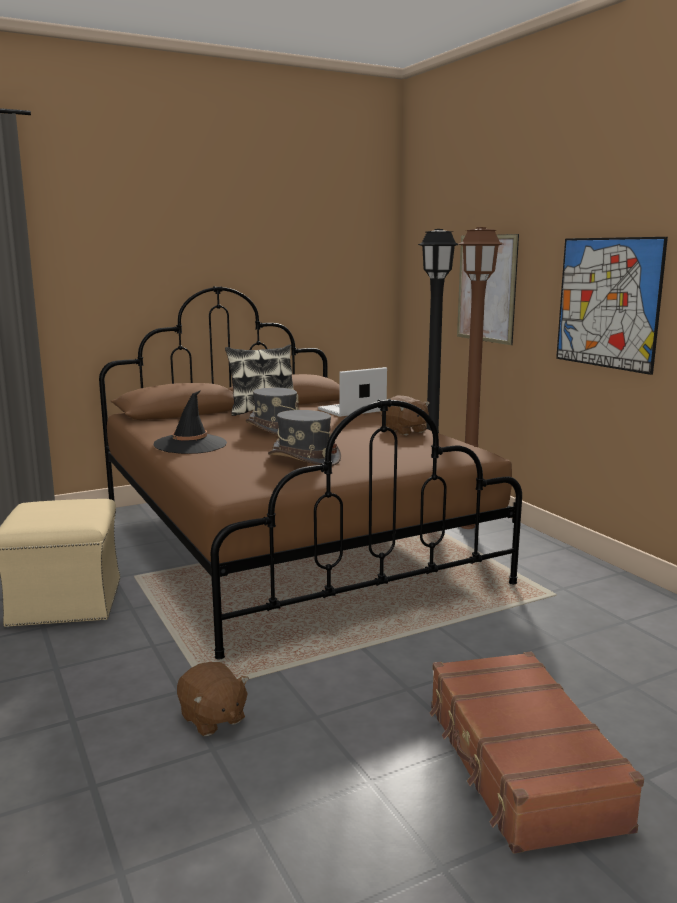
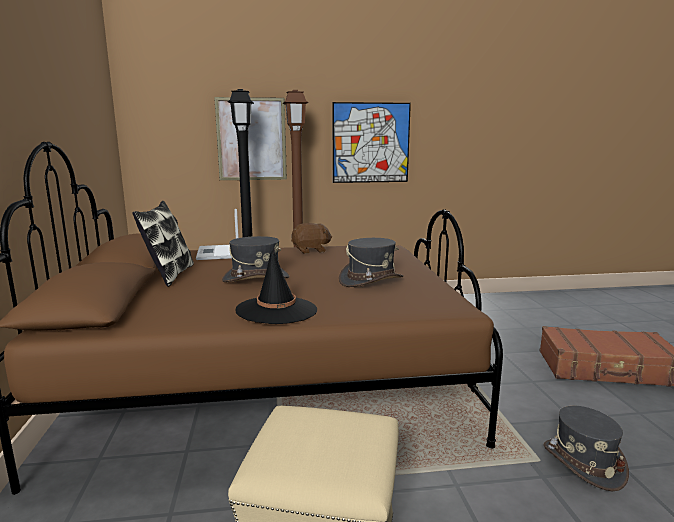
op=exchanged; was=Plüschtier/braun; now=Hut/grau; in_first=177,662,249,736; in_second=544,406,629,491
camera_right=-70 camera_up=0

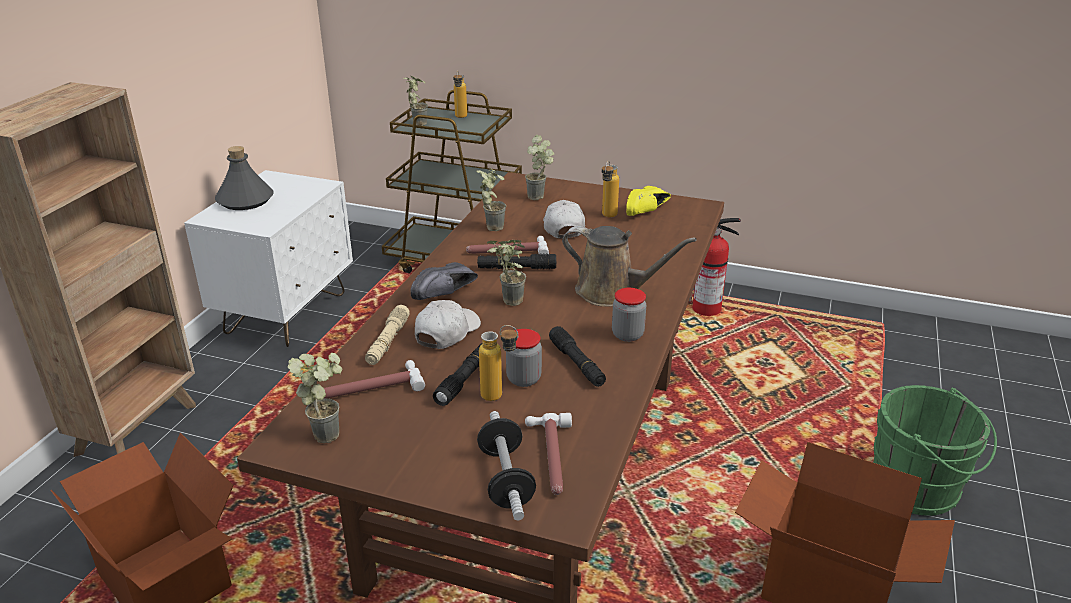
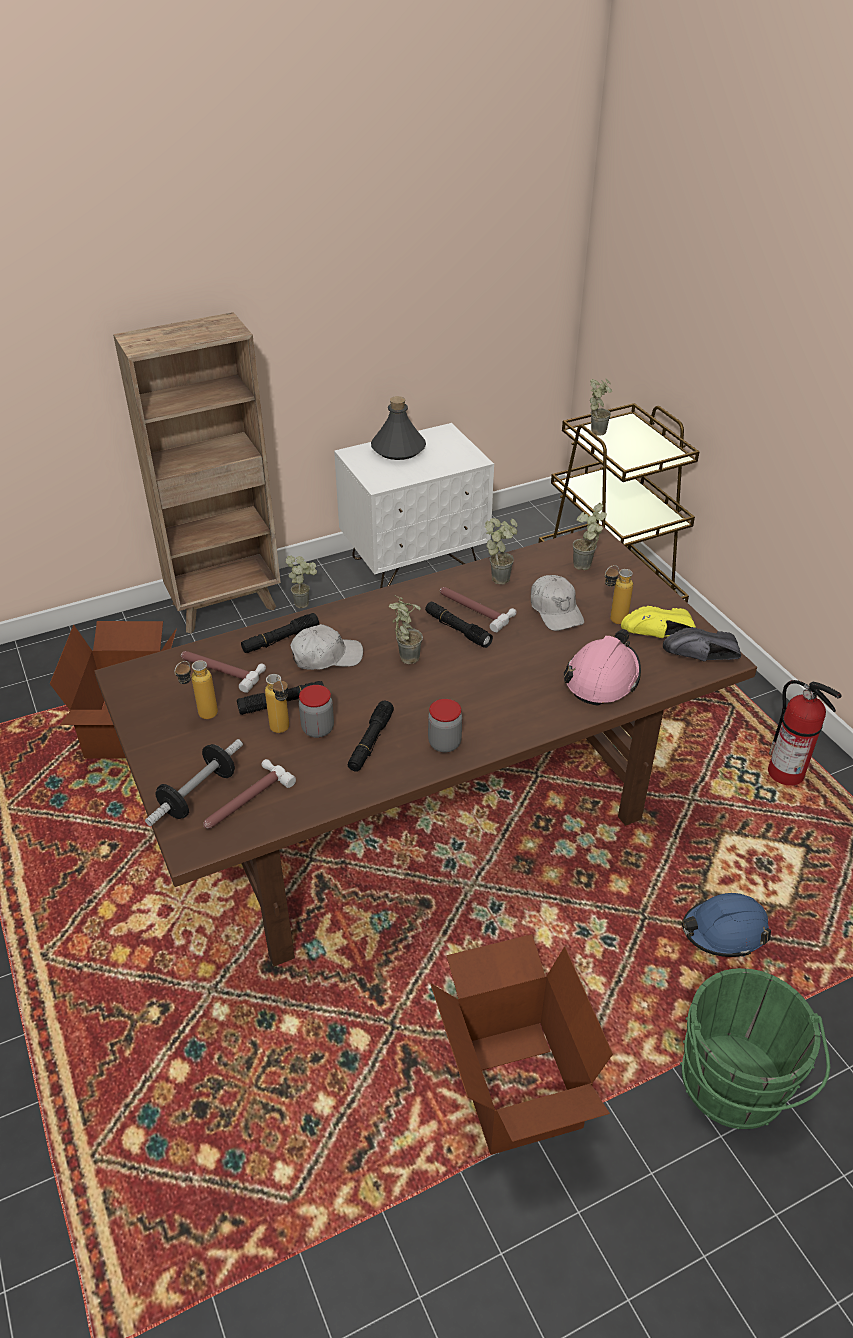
op=relocated; was=Topfpflanze; in_first=288,353,342,443; in_second=286,556,317,608
op=colour; was=Taschenlampe/beige; now=Taschenlampe/schwarz; in_first=365,305,410,365; in_second=241,613,319,653
op=relocated; was=Schuh/schwarz; in_first=410,262,478,300; in_second=663,627,741,662
op=relocated; was=Flasche; in_first=453,70,467,118; in_second=175,660,218,719
op=spun; was=Kappe/weiß; in_first=543,200,585,238; in_second=531,575,584,631; clockwise=120
op=missing; was=Gießkanne/braun; in_first=562,226,697,307
op=appeared; now=Schutzhelm/rosa; in_second=564,629,641,706
op=appeared; now=Schutzhelm/blau; in_second=682,893,771,957
camera_right=45 camera_up=10

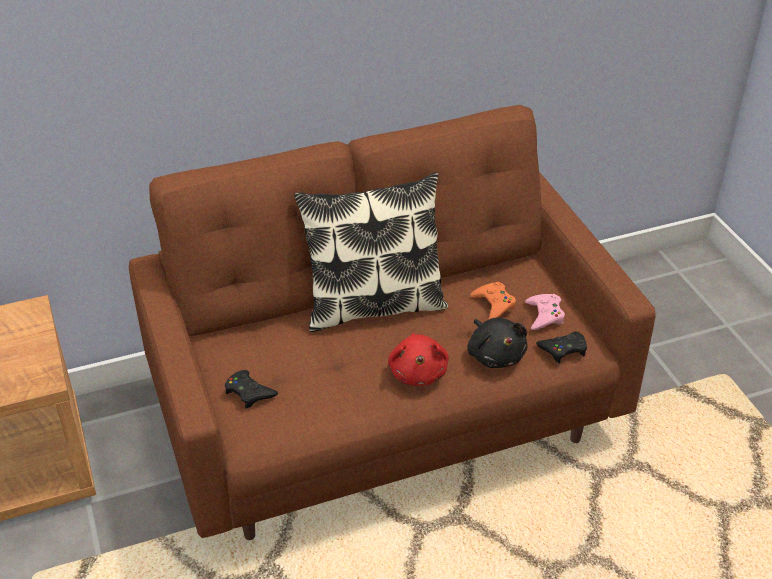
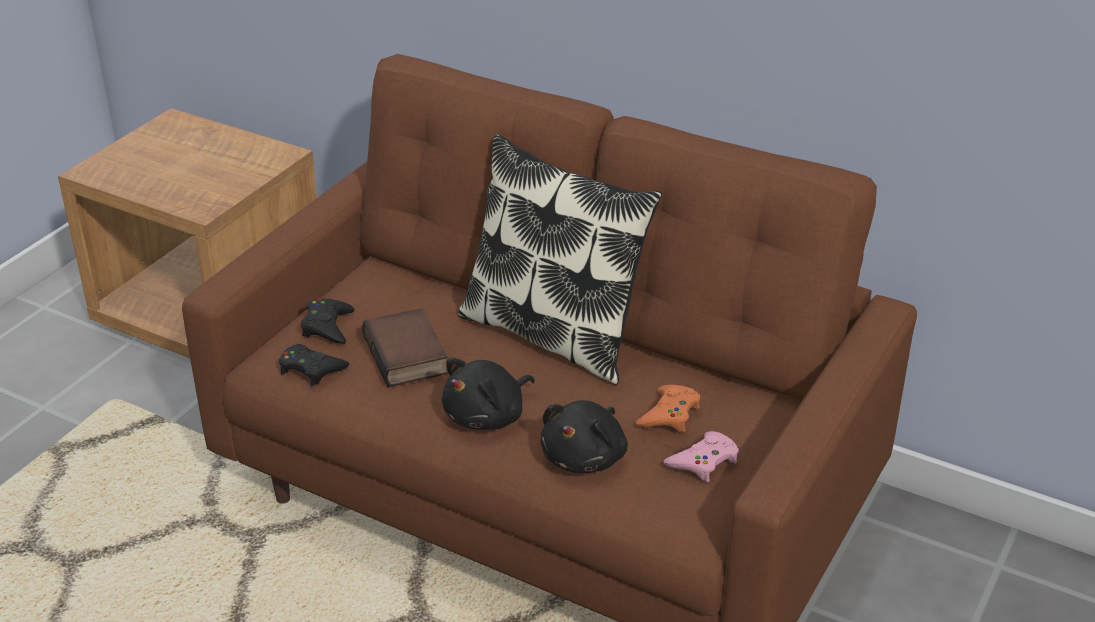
op=colour; was=Plüschtier/rot; now=Plüschtier/schwarz; in_first=388,333,449,386; in_second=442,358,535,430
op=relocated; was=Gamepad/schwarz; in_first=536,331,587,363; in_second=279,344,349,386
op=appeared; now=Buch; in_second=362,308,449,388
camera_right=50 camera_up=-5

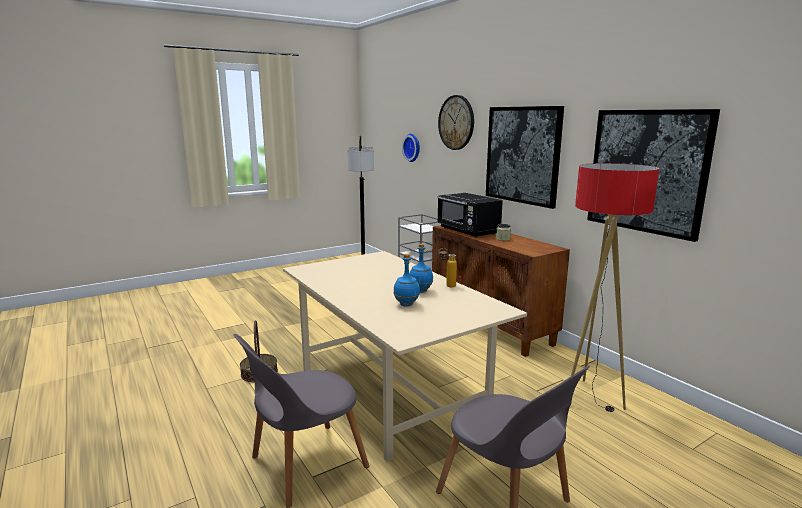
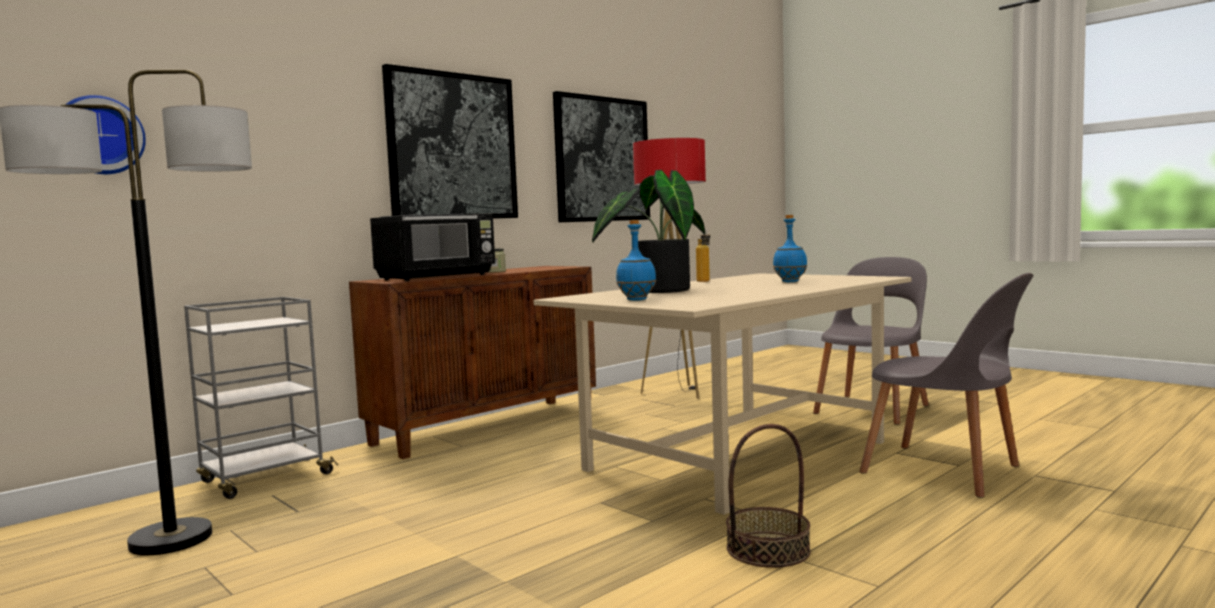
op=relocated; was=Flasche/blau; in_first=409,244,433,293; in_second=616,220,656,301
op=missing; was=Wanduhr; in_first=438,95,474,150
op=appeared; now=Topfpflanze; in_second=592,170,706,293
camera_right=-100 camera_up=-10

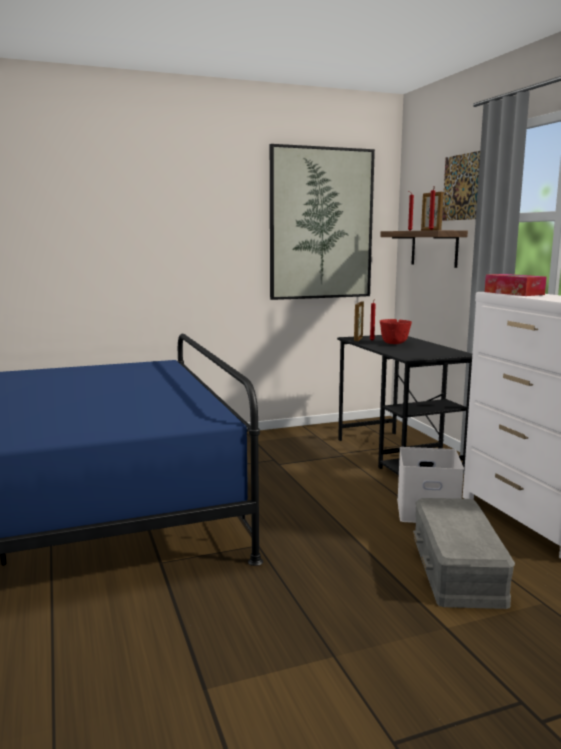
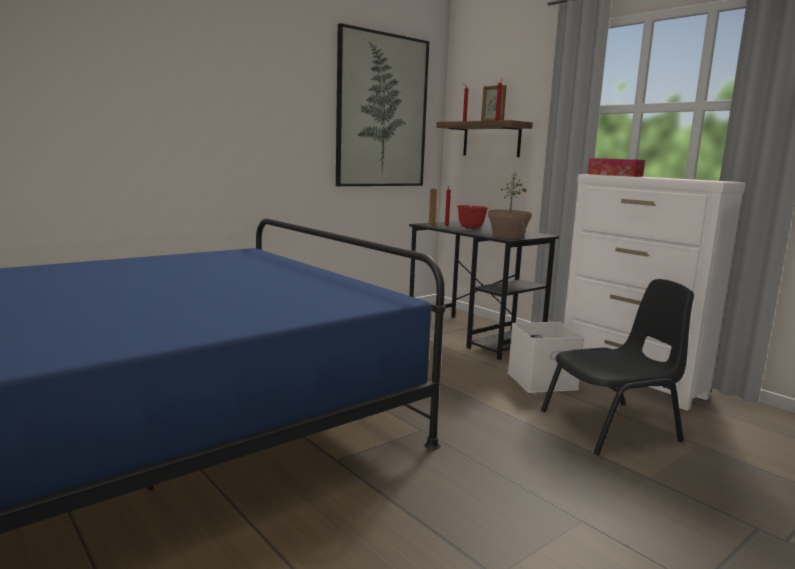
op=exchanged; was=Aufbewahrungsbox/grau; now=Stuhl/schwarz; in_first=413,498,515,609; in_second=541,279,694,455
op=missing; was=Bild; in_first=442,151,480,221
op=appeared; now=Topfpflanze; in_second=488,172,532,239
camera_right=-20 camera_up=0

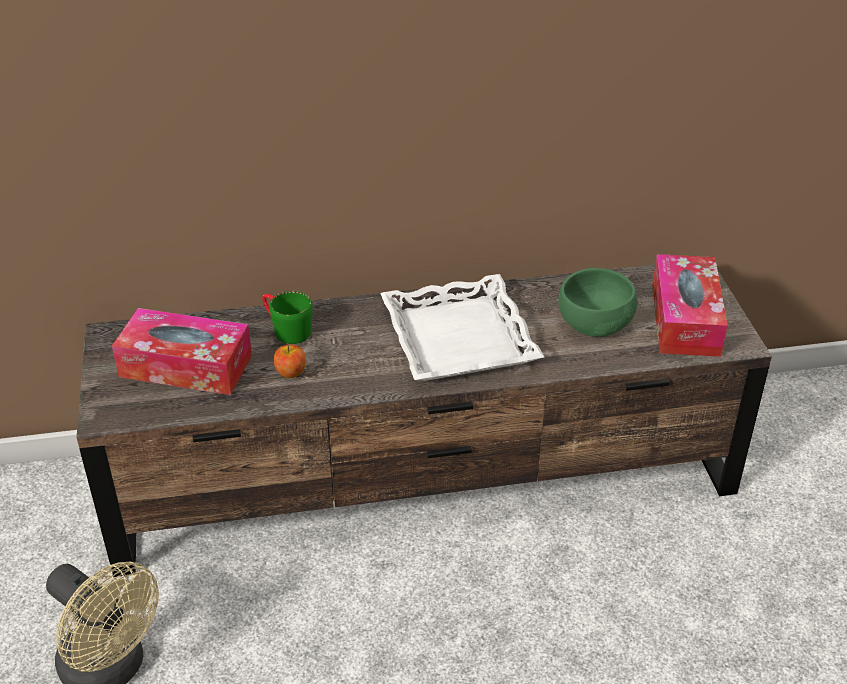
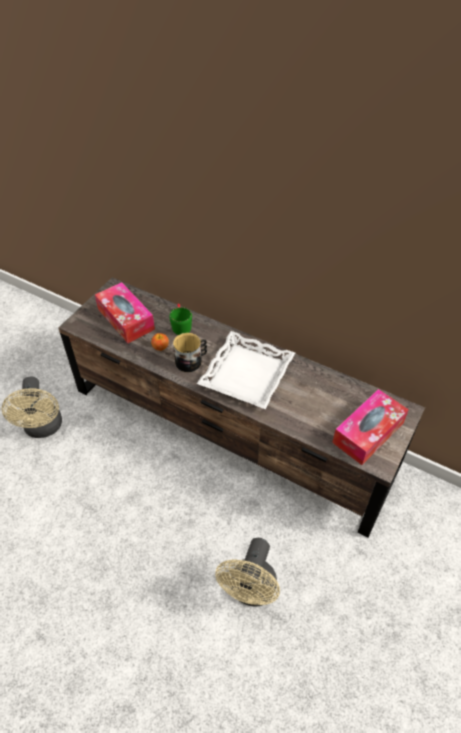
op=missing; was=Schüssel/grün; in_first=558,268,637,337
op=appeared; now=Henkelbecher; in_second=173,333,207,372
op=appeared; now=Ventilator/beige; in_second=215,538,280,606
camera_right=40 camera_up=10

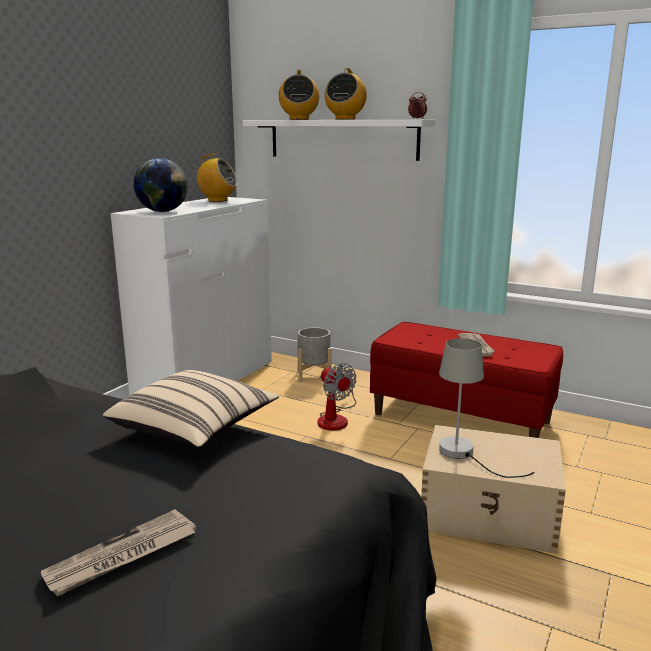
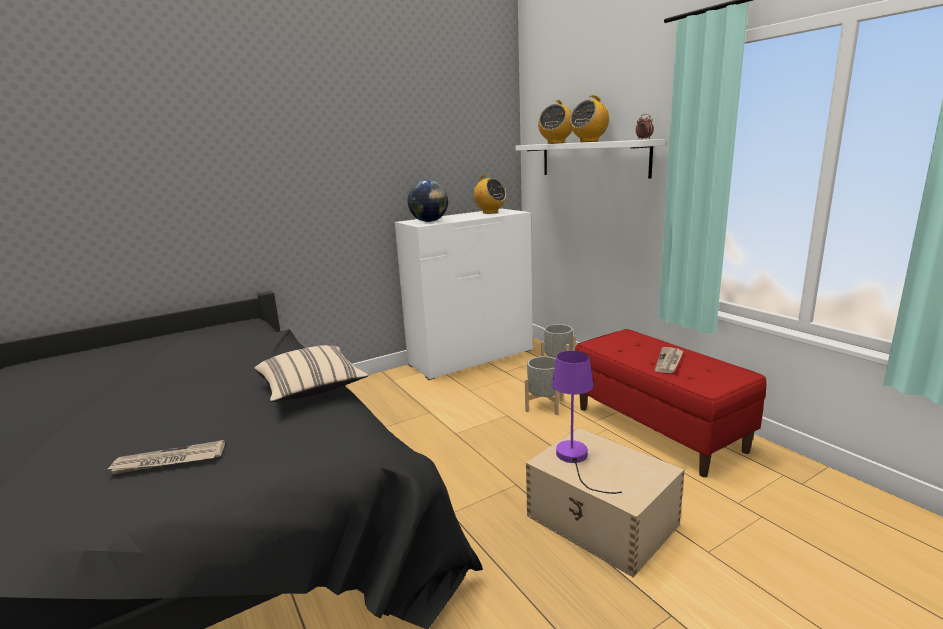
op=exchanged; was=Ventilator; now=Pflanzkübel/grau; in_first=318,363,356,431; in_second=525,356,563,415
op=colour; was=Tischlampe/grau; now=Tischlampe/lila; in_first=439,338,535,478; in_second=552,351,622,494
camera_right=30 camera_up=0

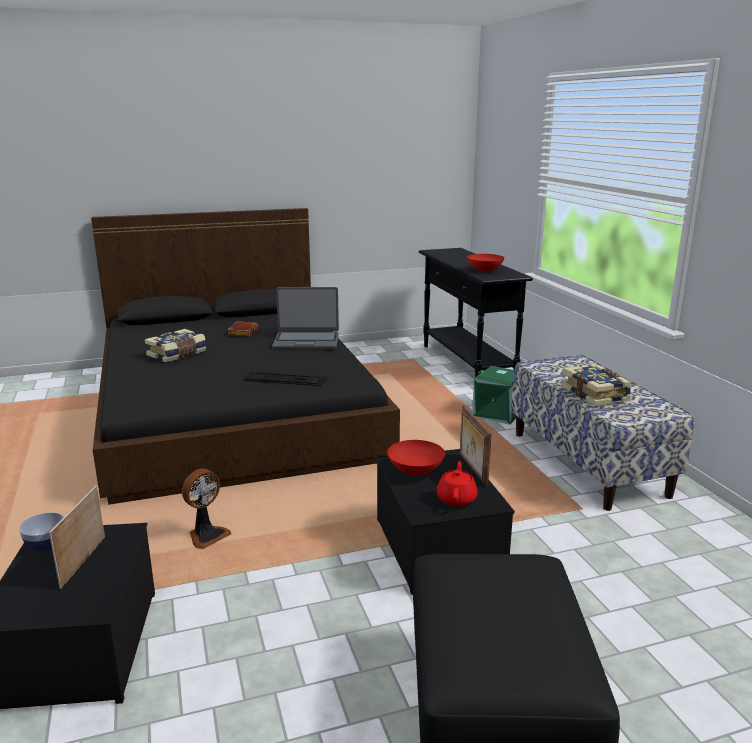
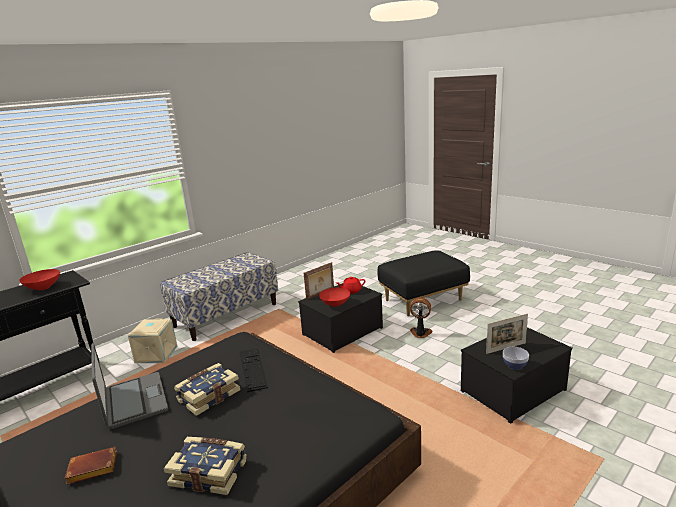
op=relocated; was=Ventilator; in_first=182,469,231,549; in_second=410,298,433,338
op=colour; was=Aufbewahrungsbox/grün; now=Aufbewahrungsbox/beige; in_first=472,366,516,425; in_second=128,318,177,363
op=relocated; was=Buch; in_first=561,364,632,407; in_second=174,363,241,416
camera_right=-115 camera_up=0

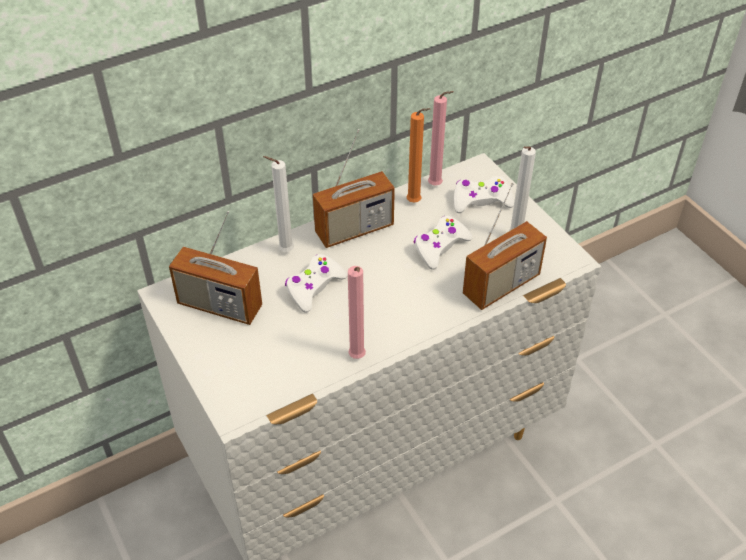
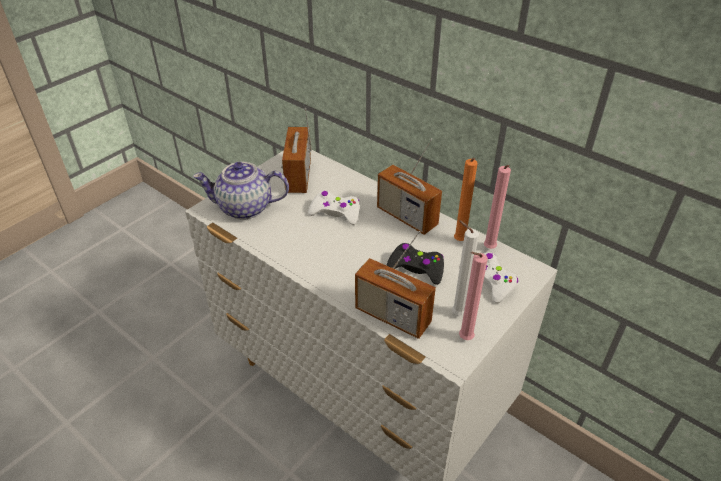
op=missing; was=Kerze/weiß; in_first=263,156,294,252
op=relocated; was=Kerze/rosa; in_first=348,266,366,359; in_second=459,252,488,340
op=colour; was=Gamepad/weiß; now=Gamepad/schwarz; in_first=414,216,473,270; in_second=386,243,444,285
op=appeared; now=Teekanne; in_second=193,162,289,220
camera_right=70 camera_up=-5

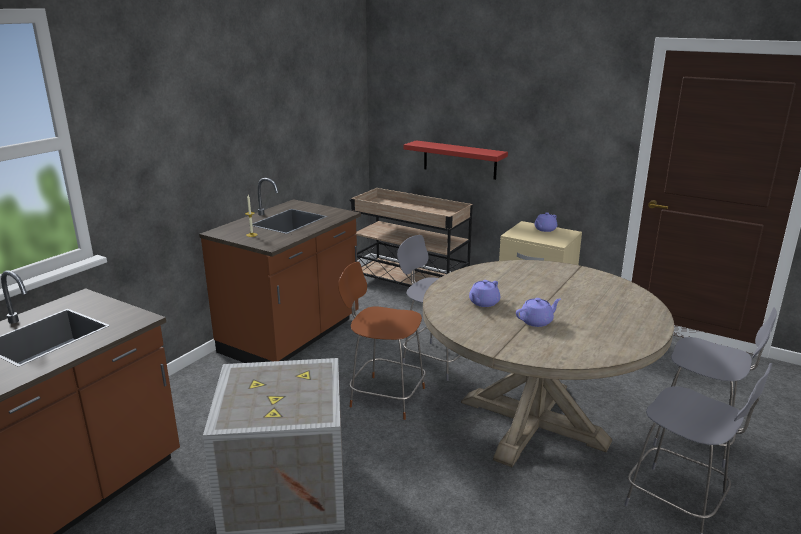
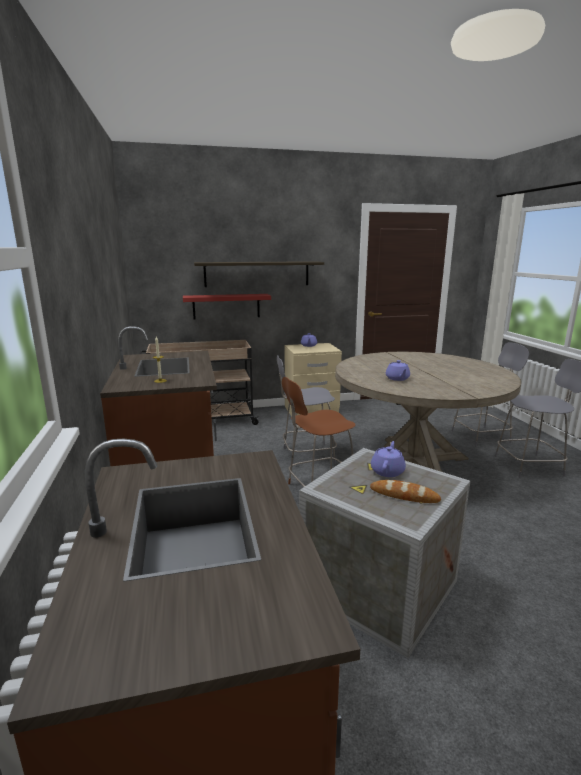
op=relocated; was=Teekanne/lila; in_first=516,298,561,327; in_second=371,441,406,477
op=appeared; now=Wandregal; in_second=194,261,324,287
op=appeared; now=Brot; in_second=370,480,441,503
camera_right=-45 camera_up=-5

